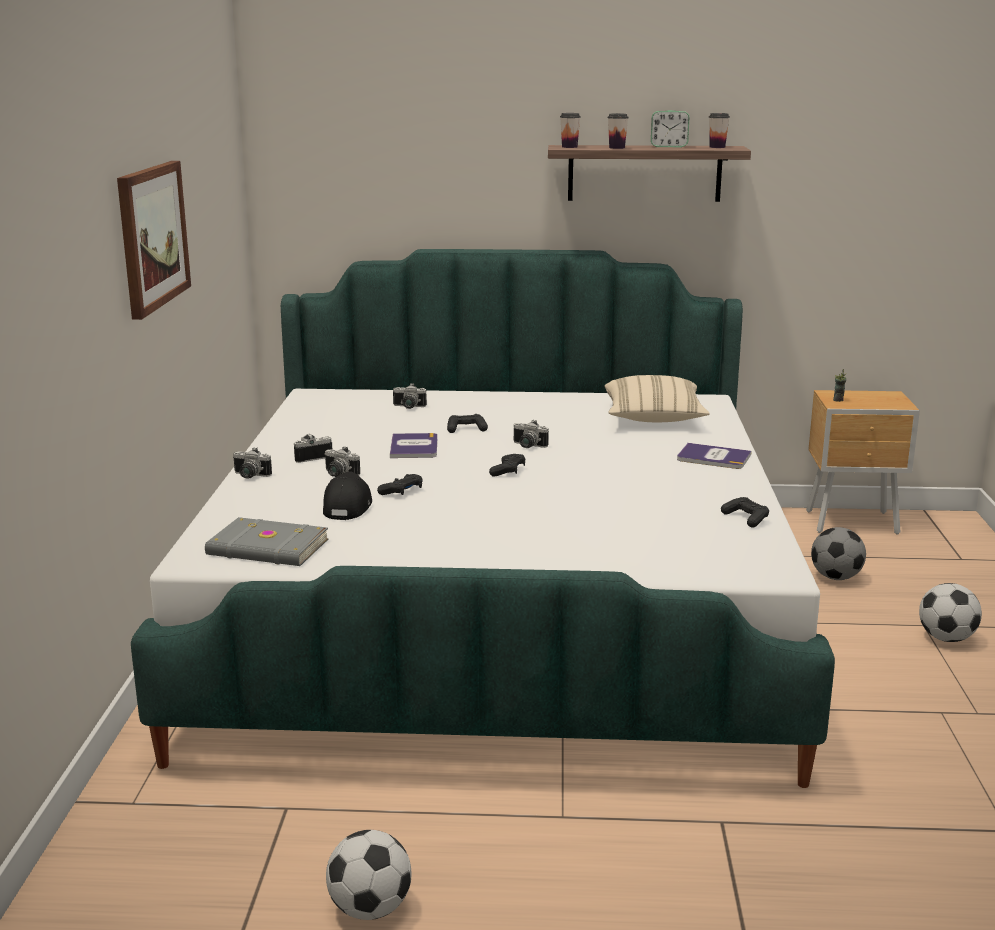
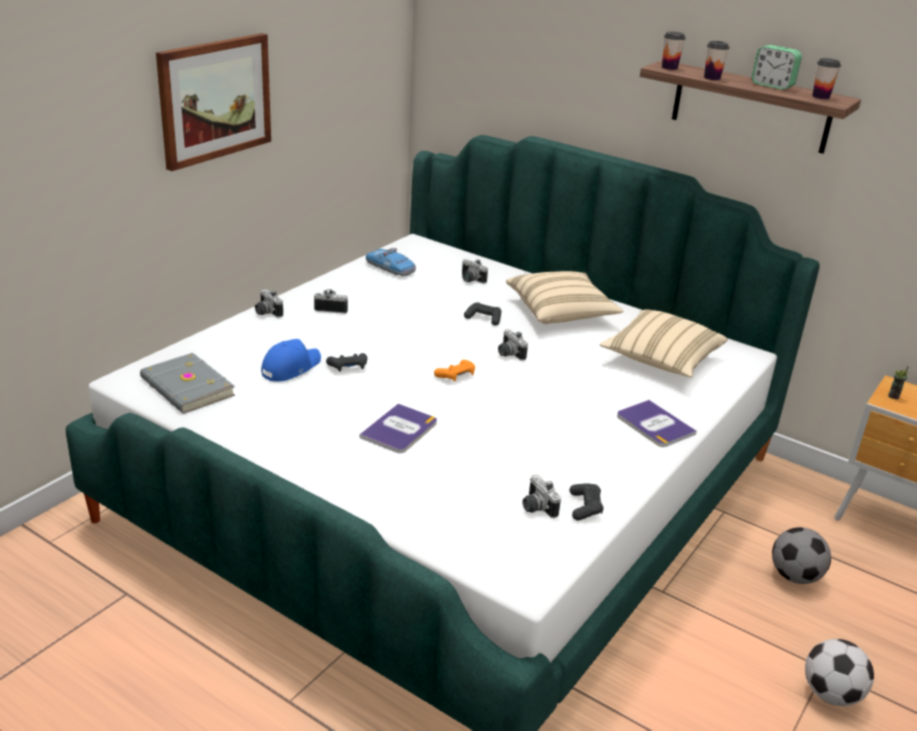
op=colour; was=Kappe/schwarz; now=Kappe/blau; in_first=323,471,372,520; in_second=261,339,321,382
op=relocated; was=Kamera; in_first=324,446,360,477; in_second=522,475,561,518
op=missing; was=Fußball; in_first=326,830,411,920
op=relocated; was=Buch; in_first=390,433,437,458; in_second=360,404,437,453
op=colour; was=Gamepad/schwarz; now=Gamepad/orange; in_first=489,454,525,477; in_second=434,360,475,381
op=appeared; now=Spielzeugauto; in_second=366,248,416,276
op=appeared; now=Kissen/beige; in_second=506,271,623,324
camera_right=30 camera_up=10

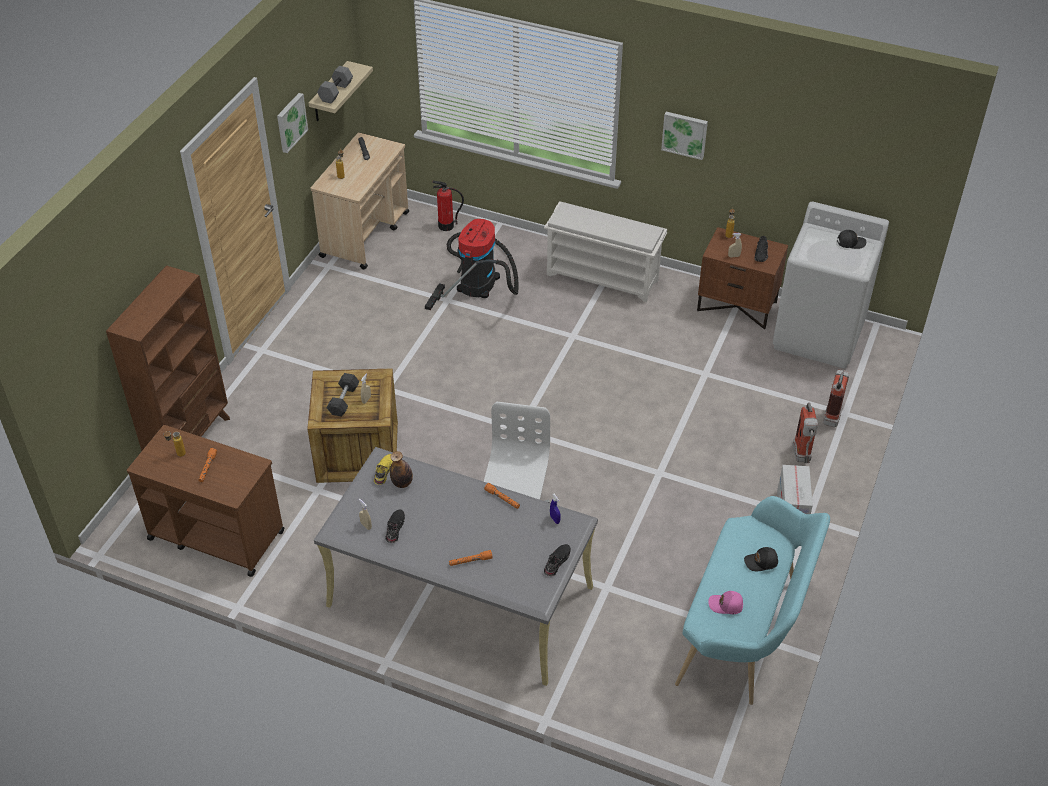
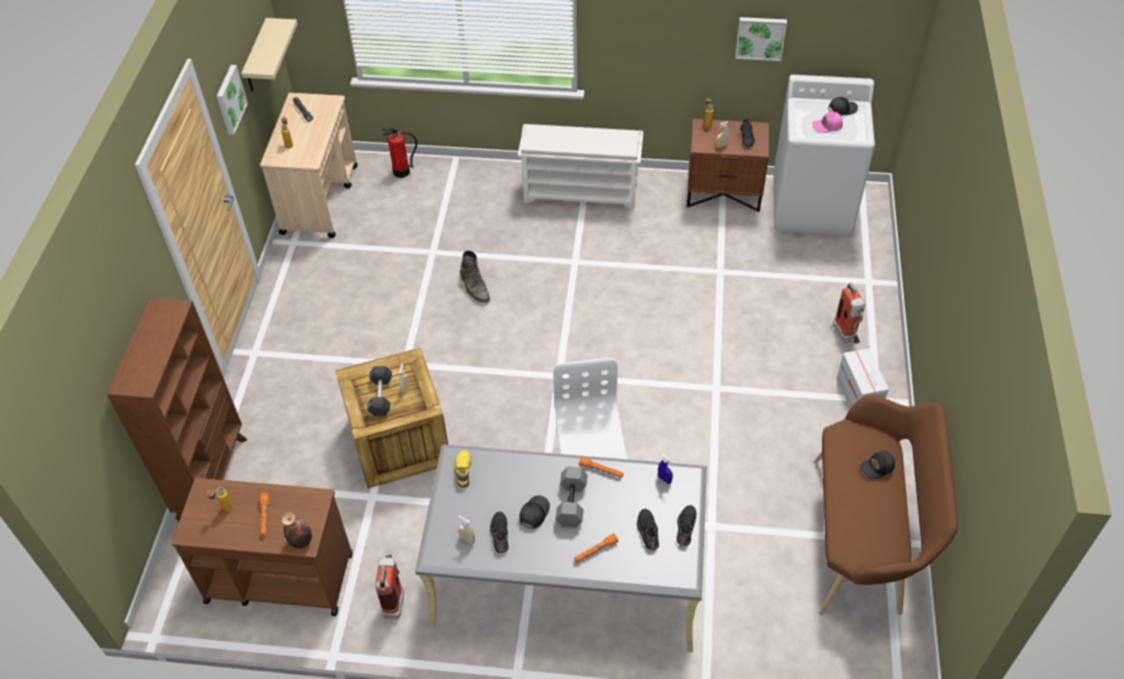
op=relocated; was=Hantel/grau; in_first=317,66,353,103; in_second=555,466,588,527
op=relocated; was=Flasche; in_first=390,451,413,488; in_second=282,512,312,548
op=missing; was=Staubsauger; in_first=425,219,518,310
op=relocated; was=Bild; in_first=661,112,708,160; in_second=735,17,787,61
op=colour; was=Bank/türkis; now=Bank/braun; in_first=675,496,830,705; in_second=815,395,958,615
op=relocated; was=Kappe/rosa; in_first=708,591,743,614; in_second=812,112,843,133
op=relocated; was=Feuerlöscher; in_first=823,370,849,427; in_second=375,553,404,619
op=appeared; now=Stiefel/grün; in_second=460,250,490,303
op=appeared; now=Kappe/schwarz; in_second=519,495,550,529
op=appeared; now=Schuh/schwarz; in_second=637,509,659,550
camera_right=-15 camera_up=5

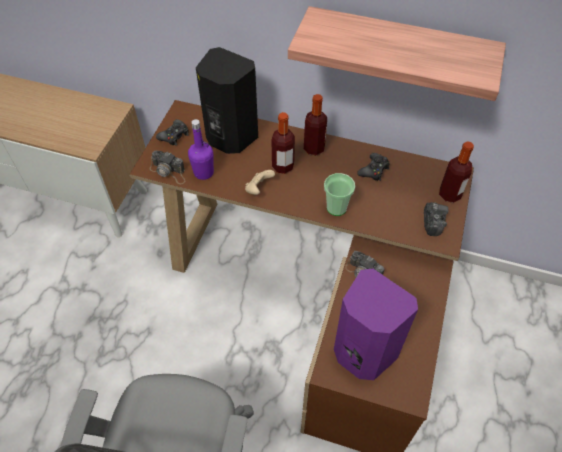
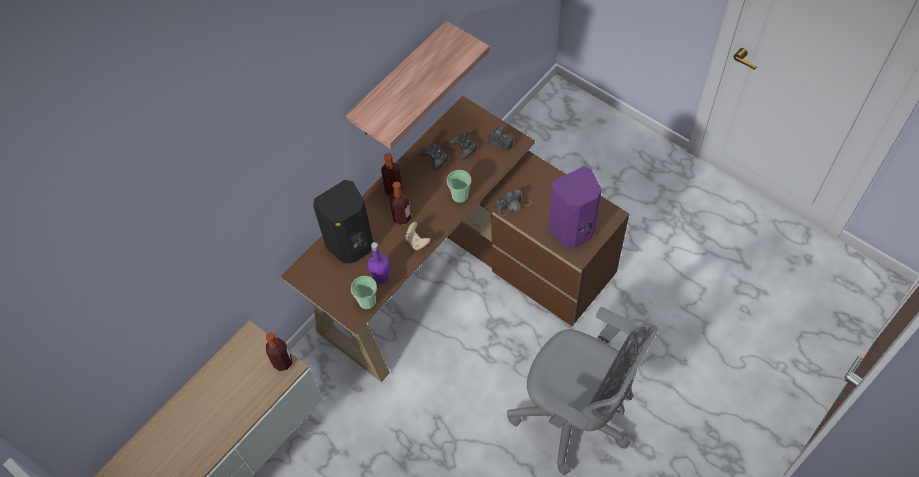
op=exchanged; was=Kamera; now=Tasse; in_first=149,151,185,184; in_second=351,276,377,309
op=relocated; was=Gamepad/schwarz; in_first=156,119,189,146; in_second=450,133,477,160
op=relocated; was=Flasche; in_first=439,141,474,203; in_second=266,332,292,371
camera_right=-65 camera_up=5

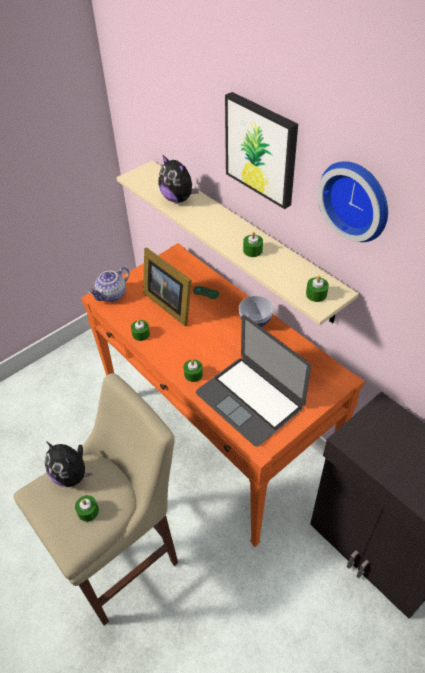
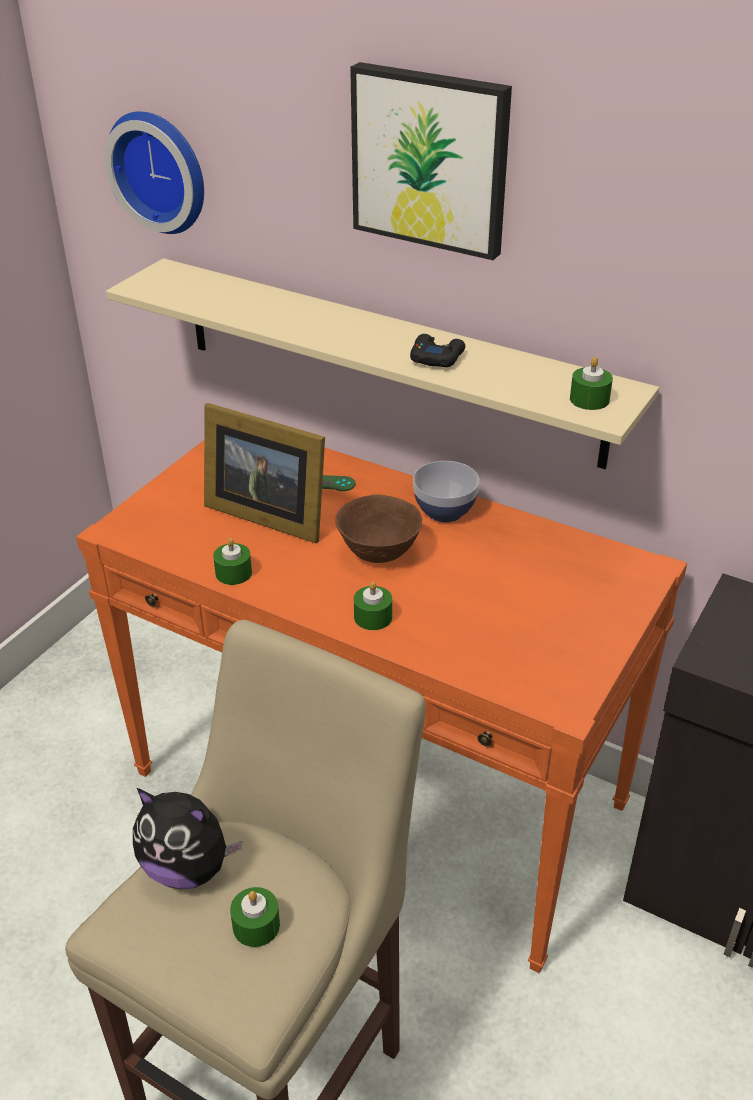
op=missing; was=Teekanne; in_first=88,267,129,302
op=missing; was=Plüschtier; in_first=158,154,199,203
op=missing; was=Laptop; in_first=196,315,311,447
op=exchanged; was=Kerze/grün; now=Gamepad/schwarz; in_first=243,232,263,257; in_second=410,334,465,367
op=relocated; was=Wanduhr; in_first=317,161,388,242; in_second=104,111,204,234
op=appeared; now=Schüssel/braun; in_second=335,495,422,563
camera_right=-20 camera_up=-10

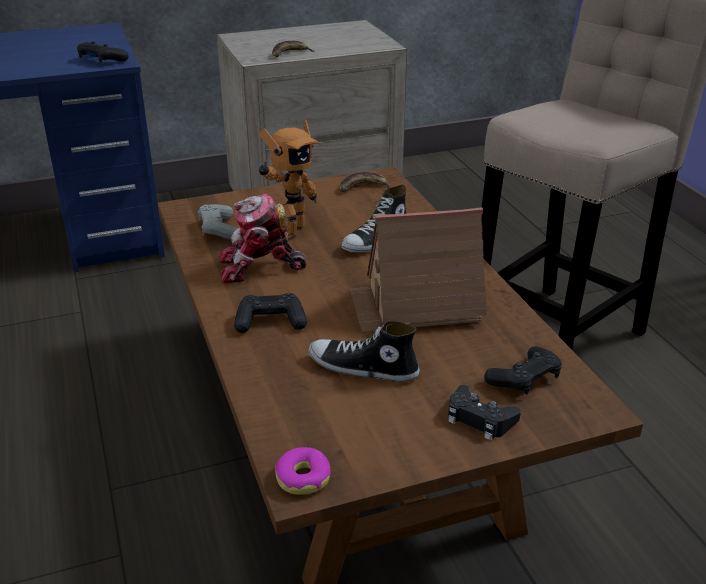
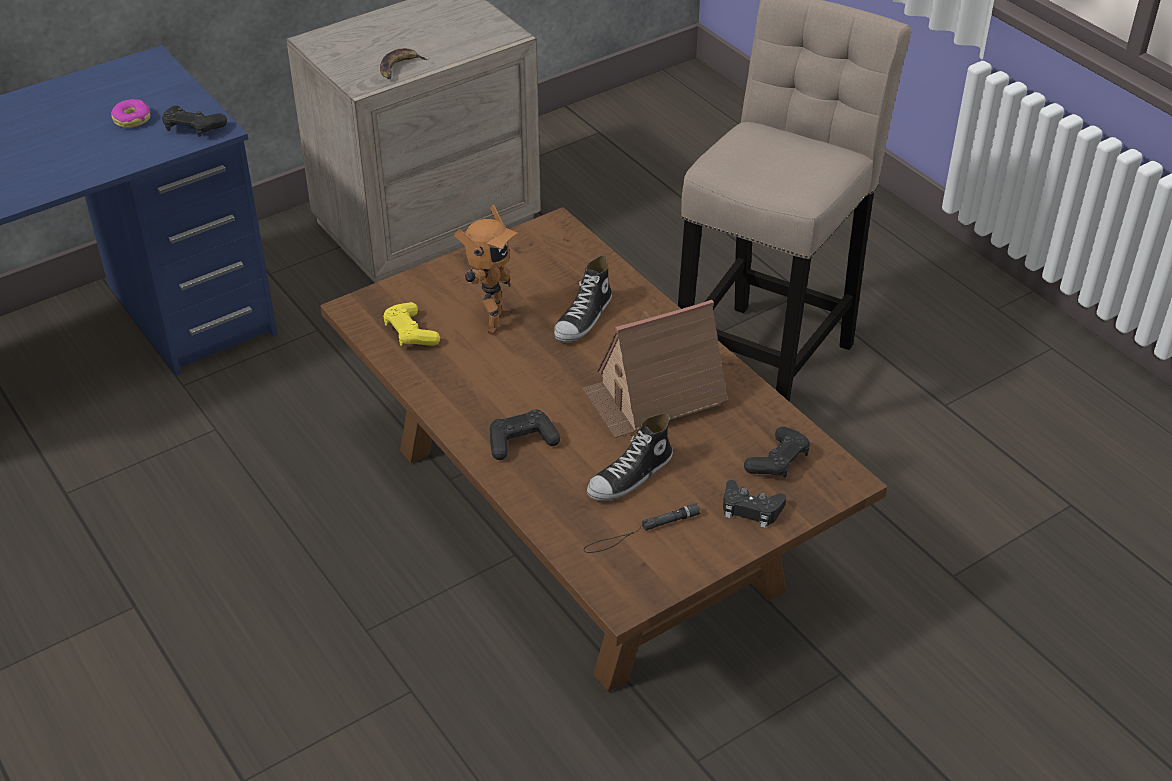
op=colour; was=Gamepad/grau; now=Gamepad/gelb; in_first=198,204,238,240; in_second=383,302,440,346
op=missing; was=Spielzeugroboter; in_first=221,194,306,283
op=relocated; was=Donut; in_first=275,447,331,495; in_second=111,99,150,128
op=spun; was=Schuh; in_first=308,321,420,382; in_second=587,413,673,501; clockwise=-45
op=missing; was=Banane; in_first=339,172,391,192
op=appeared; now=Taschenlampe/schwarz; in_second=584,503,700,553
camera_right=-15 camera_up=10

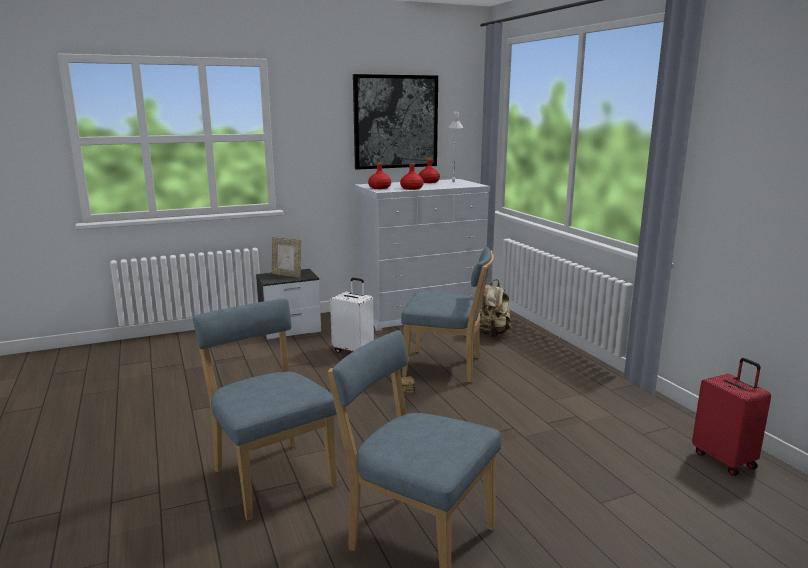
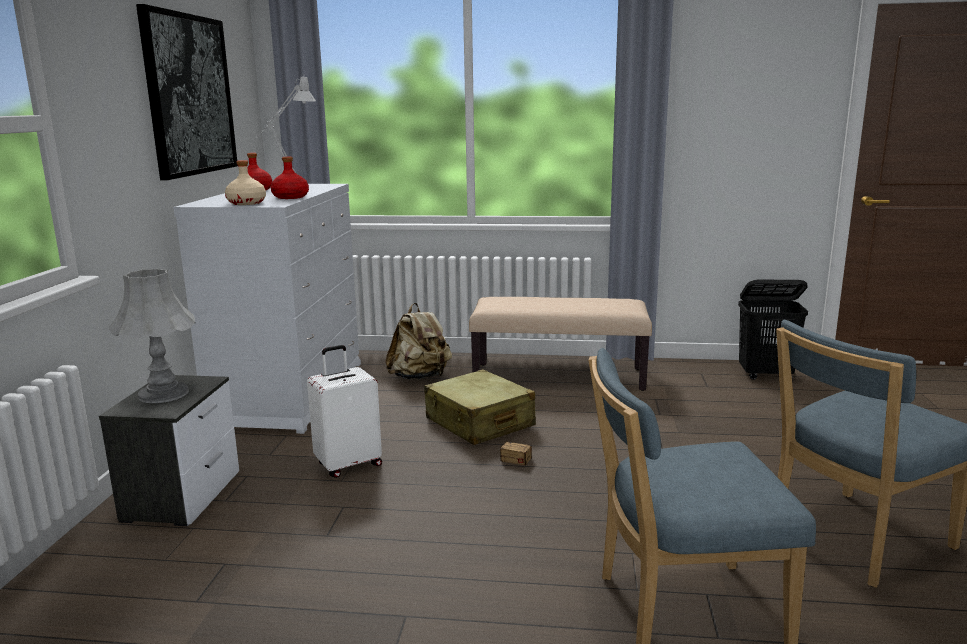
op=exchanged; was=Bilderrahmen; now=Tischlampe/grau; in_first=272,237,301,278; in_second=109,269,195,403
op=colour; was=Flasche/rot; now=Flasche/beige; in_first=368,163,391,189; in_second=225,160,266,205
op=exchanged; was=Stuhl/blau; now=Koffer/beige; in_first=401,247,494,383; in_second=424,369,536,445
op=exchanged; was=Koffer/rot; now=Wäschekorb/schwarz; in_first=692,358,771,476; in_second=738,279,808,380
op=appeared; now=Bank/beige; in_second=469,297,652,391
camera_right=-60 camera_up=0

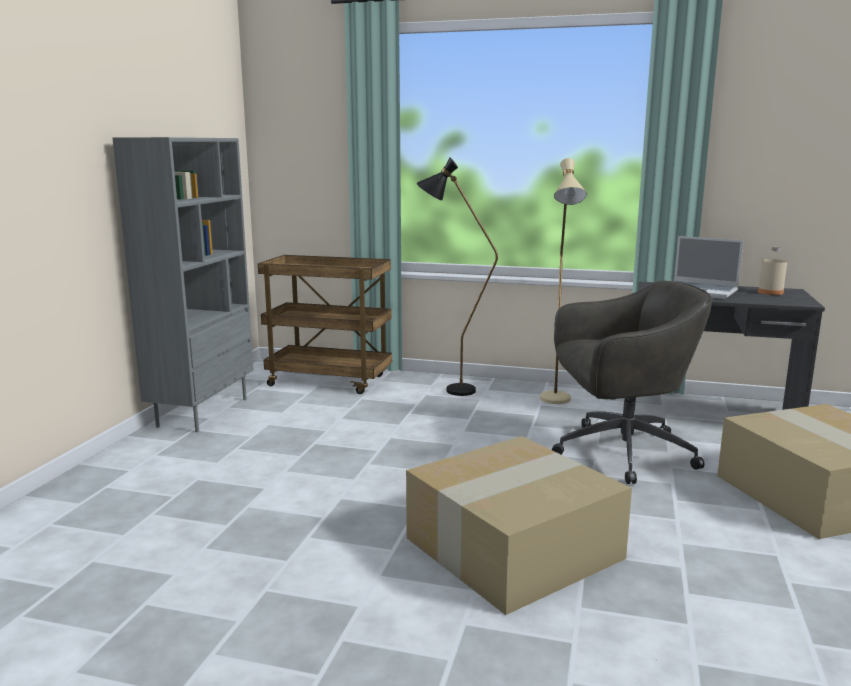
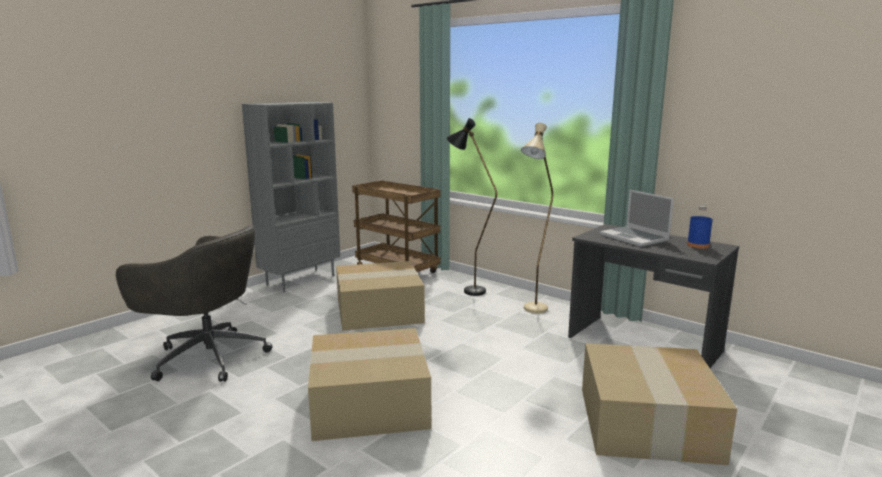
op=relocated; was=Bürostuhl/grau; in_first=552,281,712,484; in_second=116,226,273,382
op=colour; was=Flasche/beige; now=Flasche/blau; in_first=758,247,787,295; in_second=687,206,713,249
op=appeared; now=Karton; in_second=336,261,425,331
camera_right=25 camera_up=0

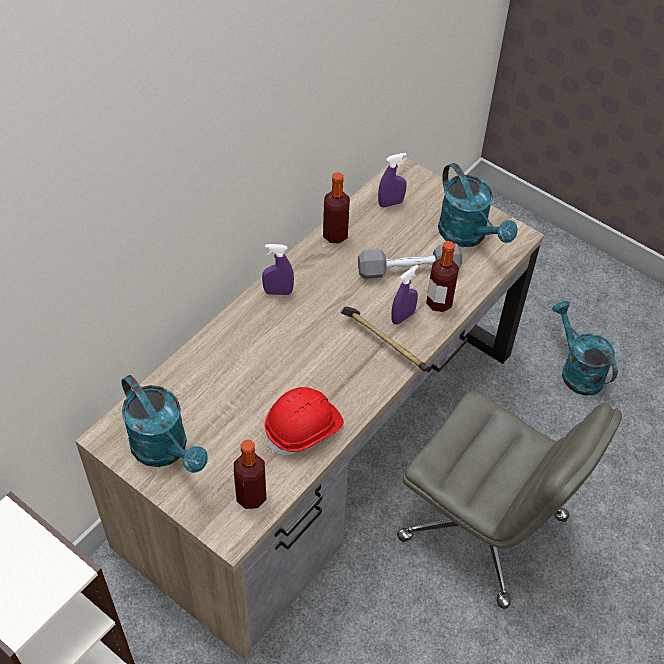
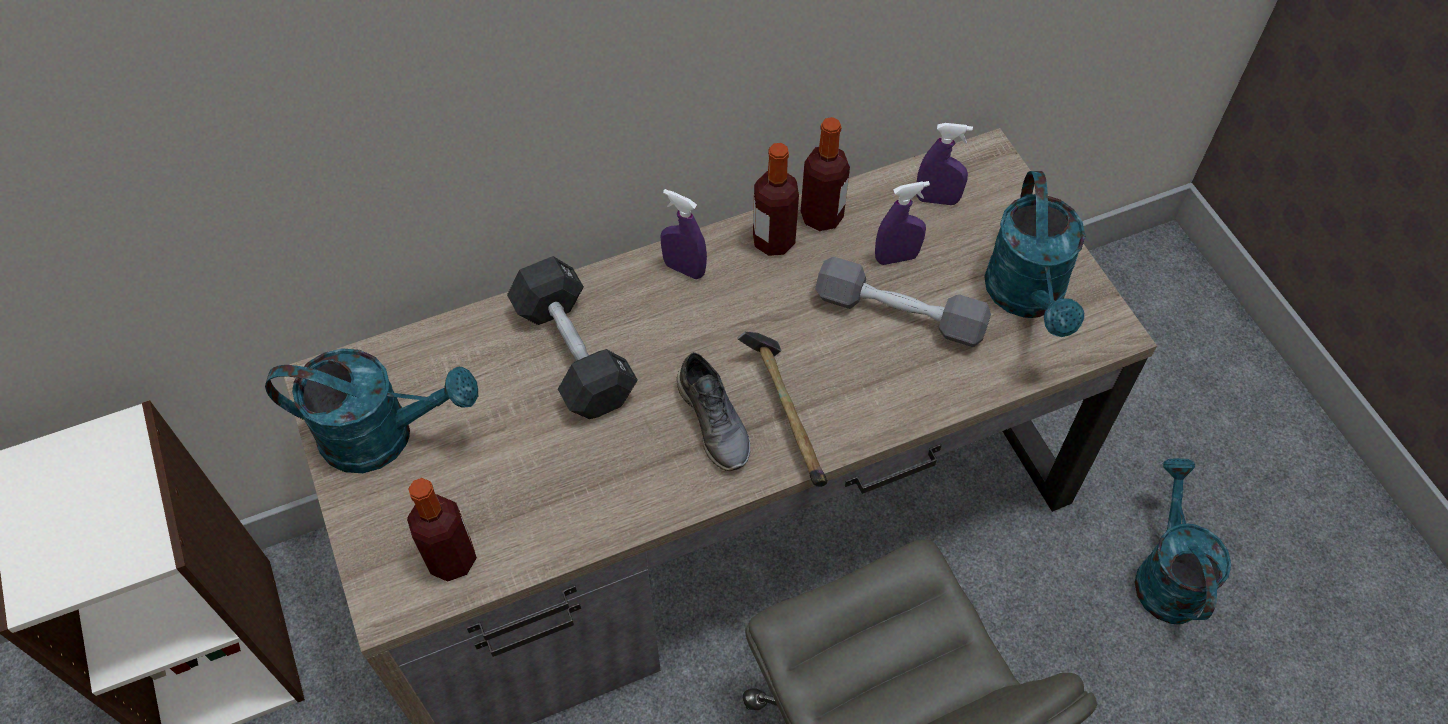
op=spun; was=Gießkanne/türkis; in_first=121,375,208,473; in_second=265,348,478,473; clockwise=-75
op=missing; was=Schutzhelm/rot; in_first=265,387,344,455
op=relocated; was=Sprühflasche/lila; in_first=391,265,419,324; in_second=875,181,930,265
op=relocated; was=Flasche; in_first=426,241,459,312; in_second=753,143,799,256
op=appeared; now=Hantel/schwarz; in_second=507,256,638,419
op=appeared; now=Schuh/grau; in_second=677,352,750,471
camera_right=30 camera_up=5

